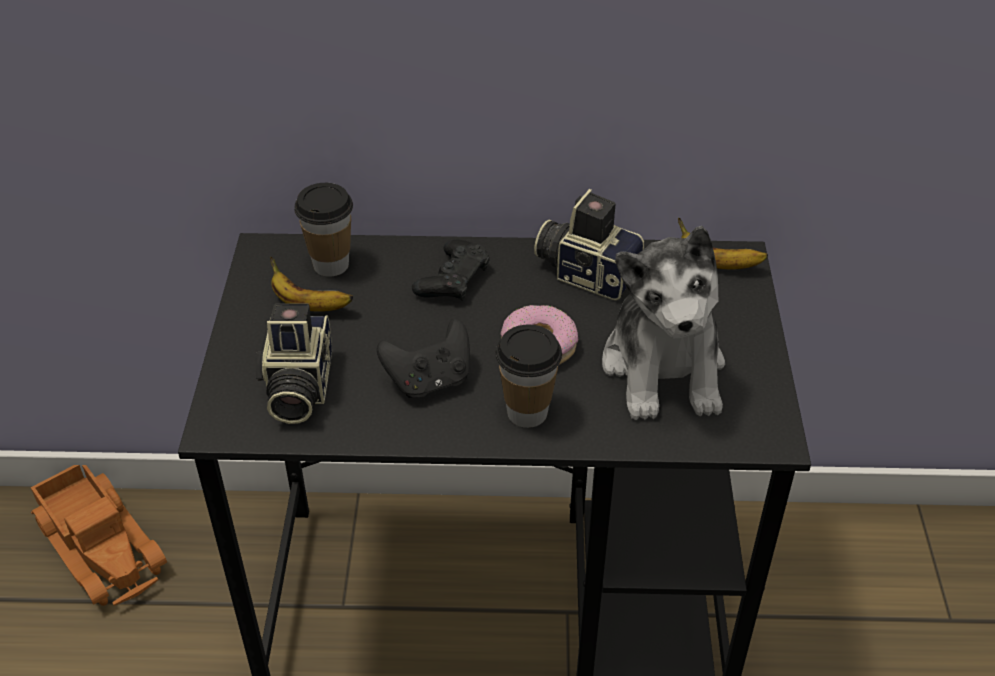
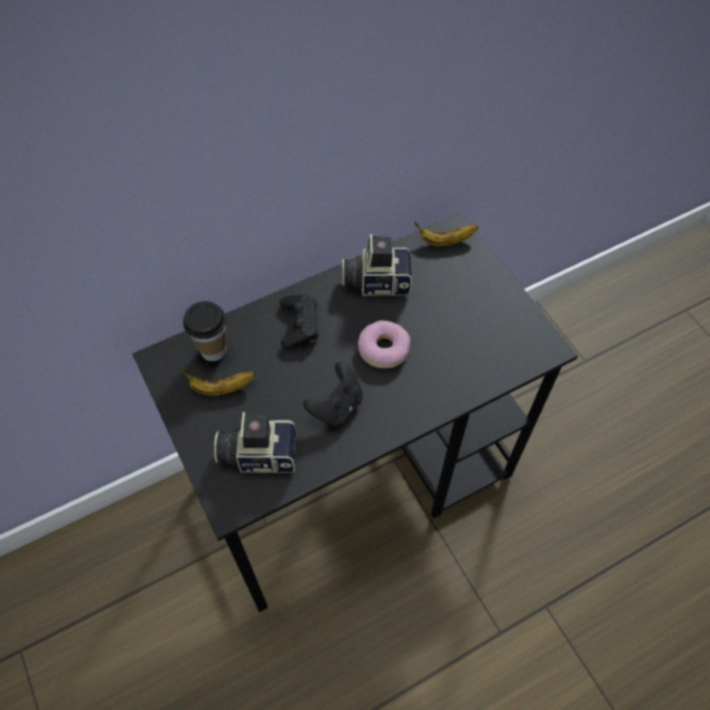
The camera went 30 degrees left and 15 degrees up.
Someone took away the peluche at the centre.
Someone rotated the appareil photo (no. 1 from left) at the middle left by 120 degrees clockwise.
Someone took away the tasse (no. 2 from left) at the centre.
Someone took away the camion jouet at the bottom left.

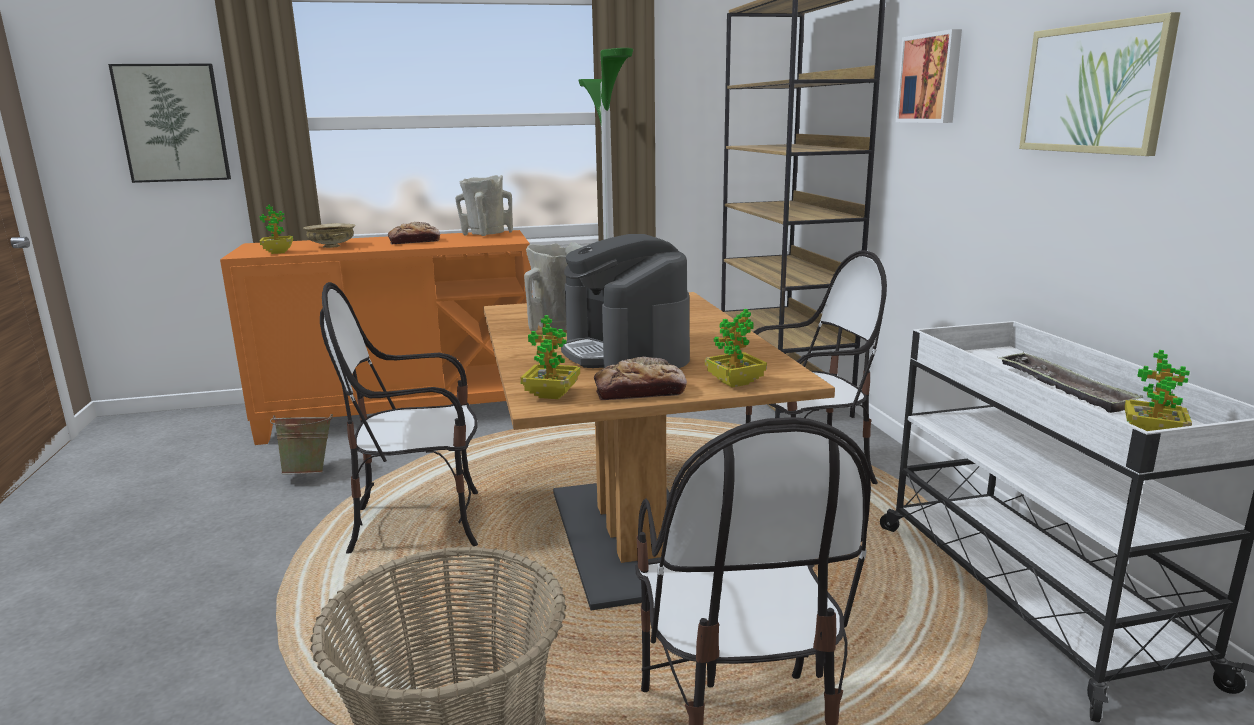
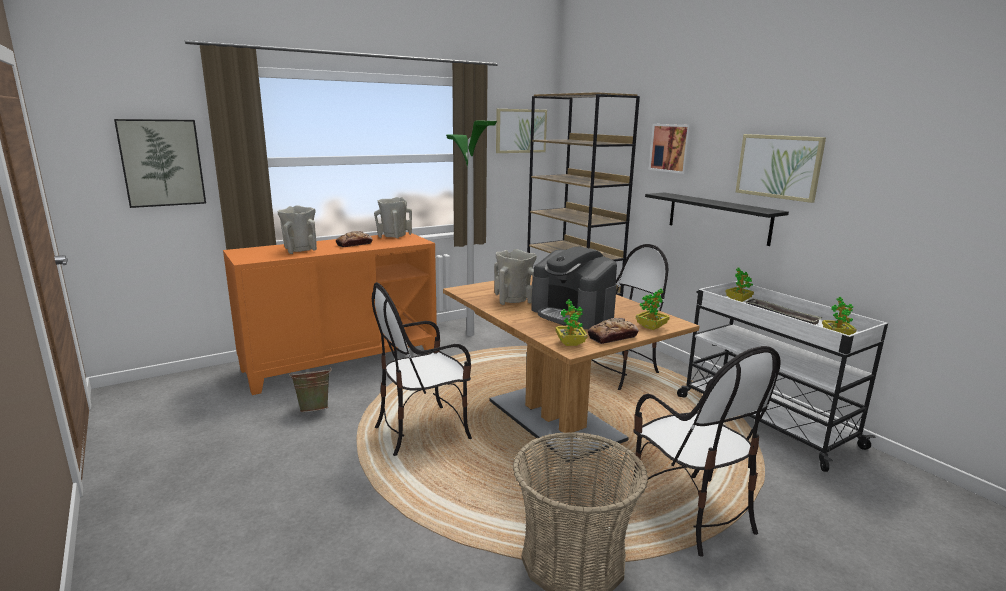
The camera went 20 degrees left and 0 degrees up.
Someone carried the plante en pot (no. 1 from left in the first image) from the top left to the middle right.
Someone swapped the bol (beige) at the top left for the vase (beige) (no. 1 from left) at the middle left.
Someone put up the tableau (no. 2 from left) at the top centre.
Someone put up the étagère (noir) at the middle right.

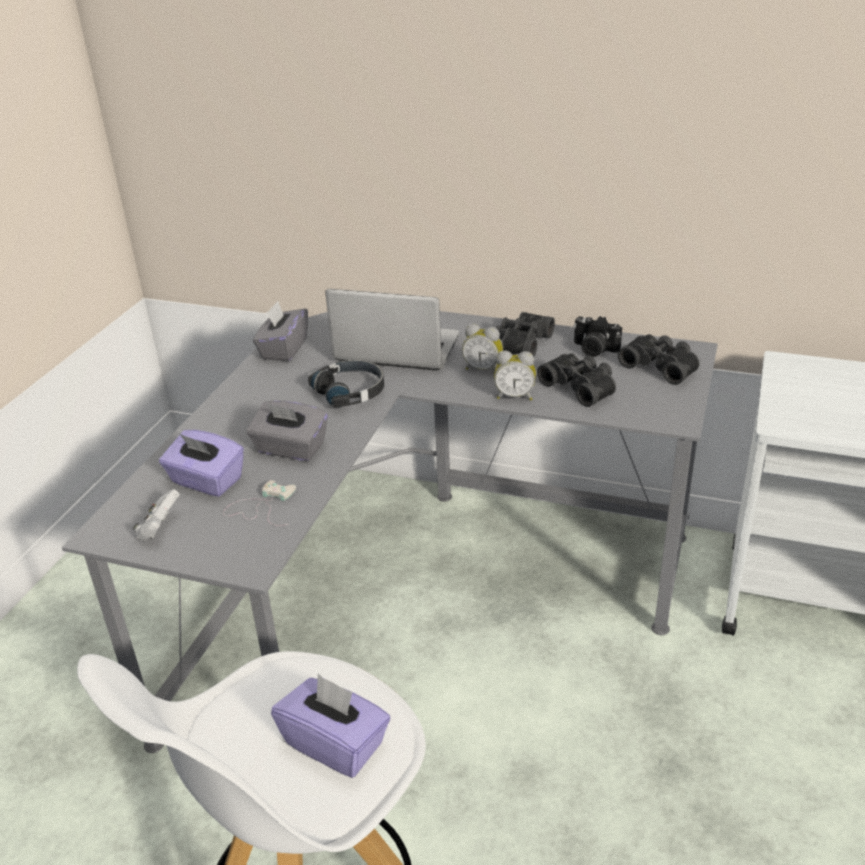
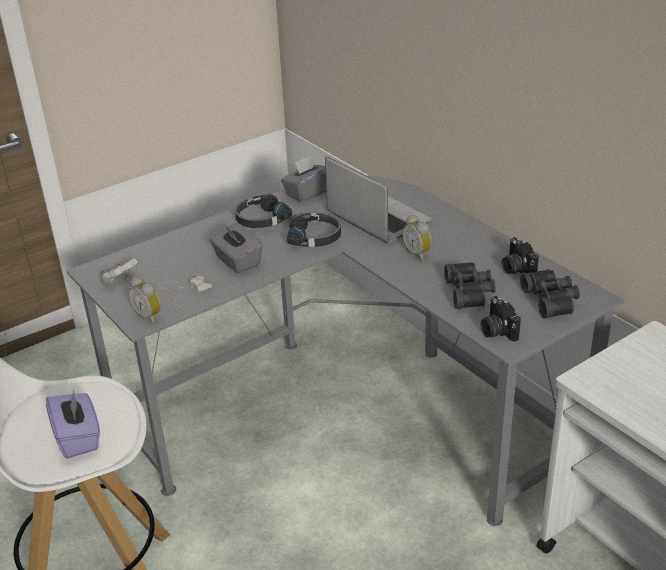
The camera went 35 degrees right and 0 degrees up.
Someone took away the jumelles (noir) (no. 1 from left) at the centre.
Someone carried the réveil (no. 2 from left in the first image) from the centre to the middle left.
Someone took away the boîte à mouchoirs (violet) (no. 1 from left) at the middle left.
Someone put down the casque audio (noir) (no. 1 from left) at the centre.
Someone put down the appareil photo (no. 1 from left) at the middle right.

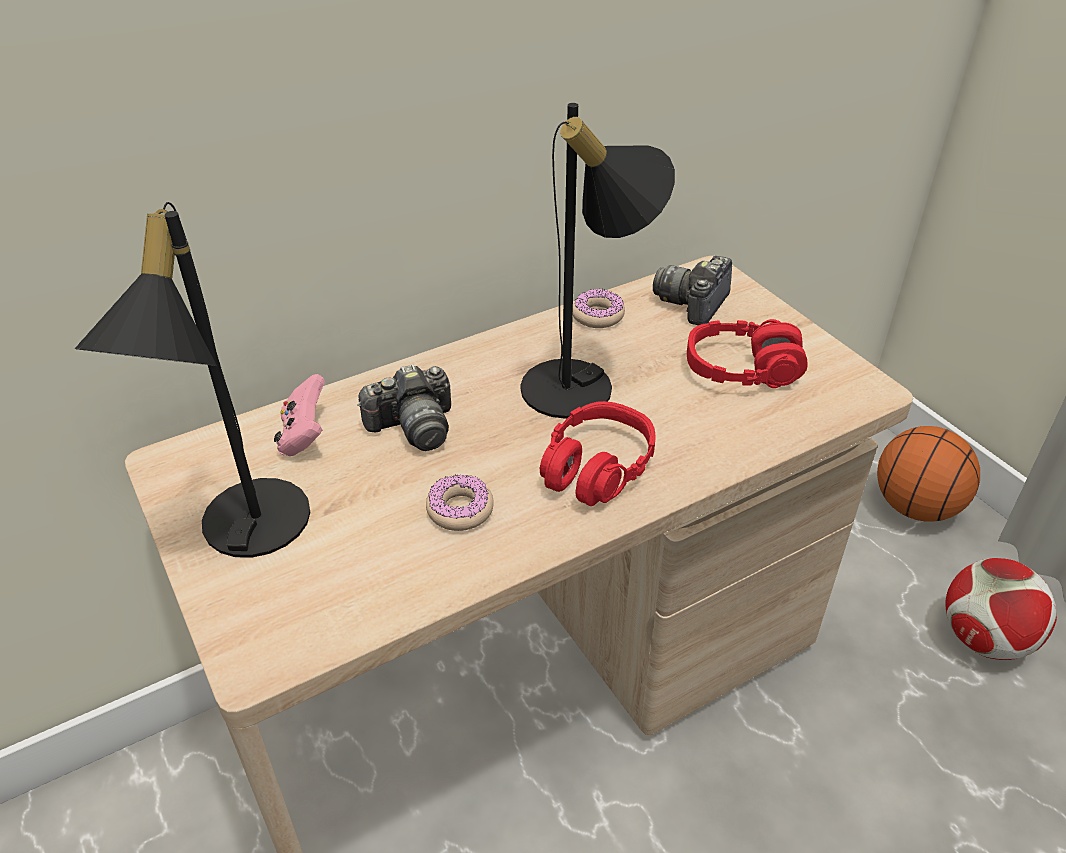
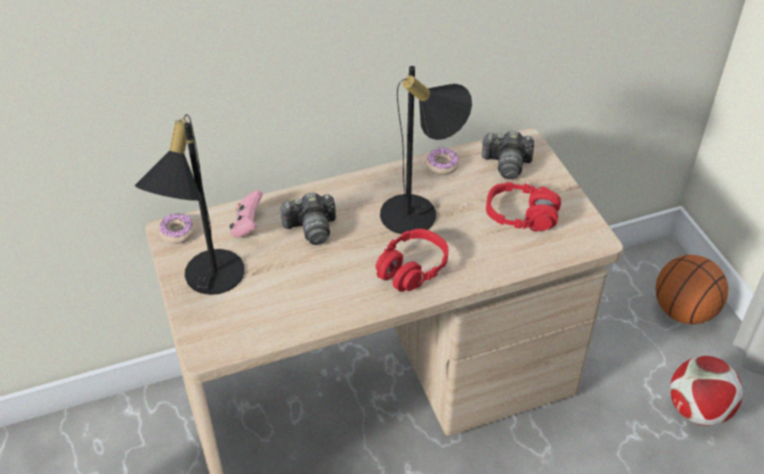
The camera went 10 degrees right and 5 degrees up.
Someone rotated the appareil photo (no. 2 from left) at the centre by 120 degrees counterclockwise.
Someone carried the beignet (no. 1 from left) from the centre to the middle left.

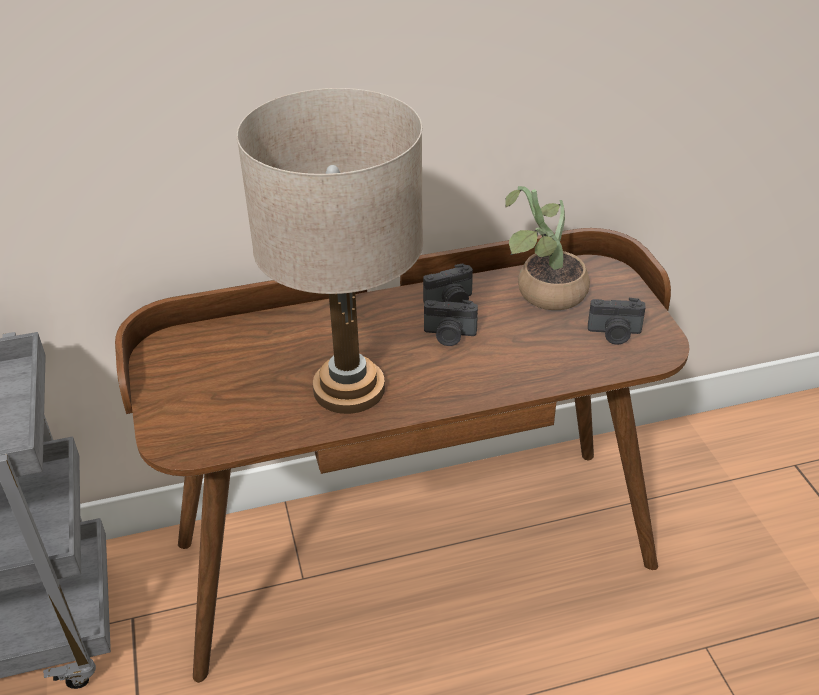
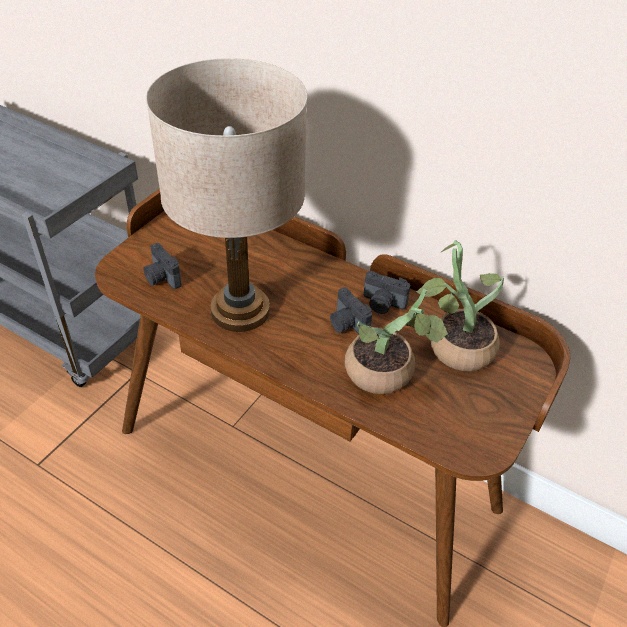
The camera went 45 degrees right and 5 degrees up.
Someone carried the appareil photo (no. 3 from left in the first image) from the middle right to the middle left.
Someone put down the plante en pot (no. 1 from left) at the centre.

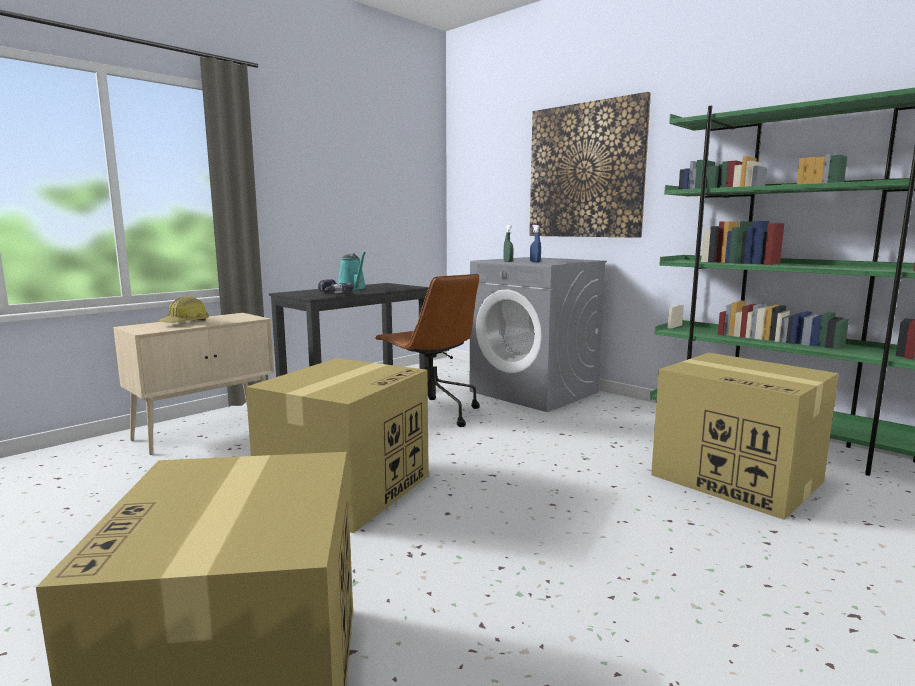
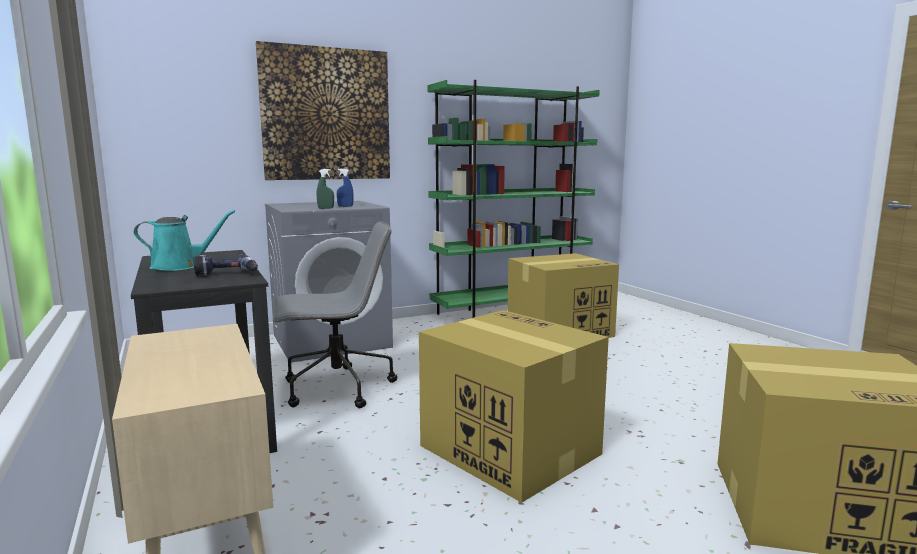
The camera went 70 degrees left and 0 degrees up.
Someone repainted the chaise de bureau (marron) at the centre, which became the chaise de bureau (gris) at the centre.
Someone took away the casque de chantier at the middle left.

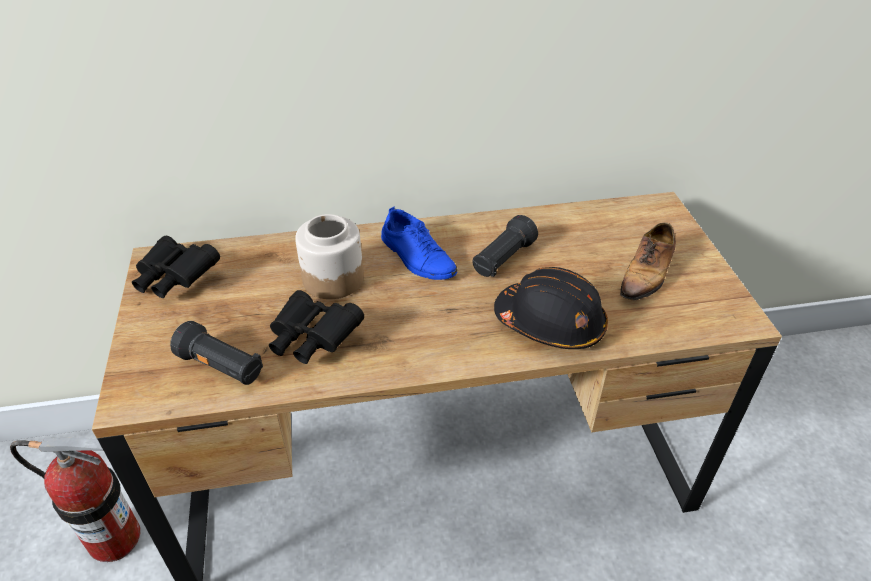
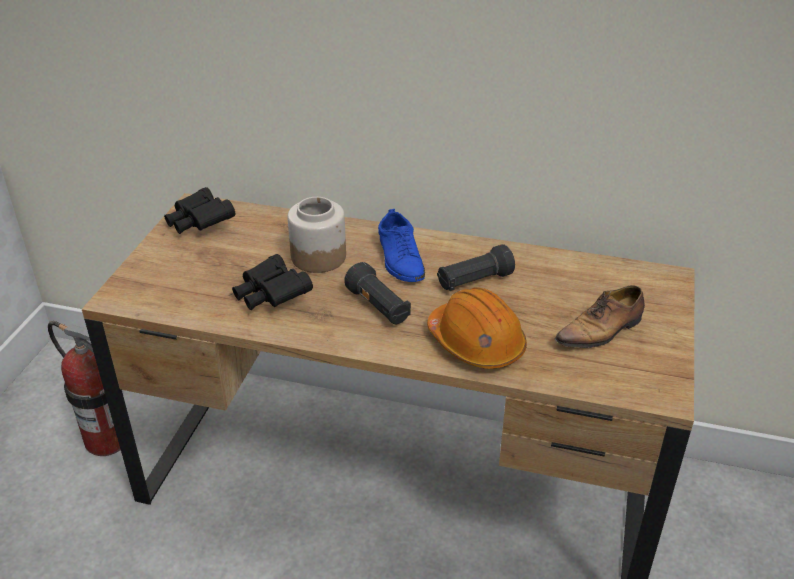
The camera went 25 degrees right and 5 degrees down.
Someone repainted the casque de chantier (noir) at the centre, which became the casque de chantier (orange) at the centre.
Someone carried the lampe de poche (noir) (no. 1 from left) from the middle left to the centre.

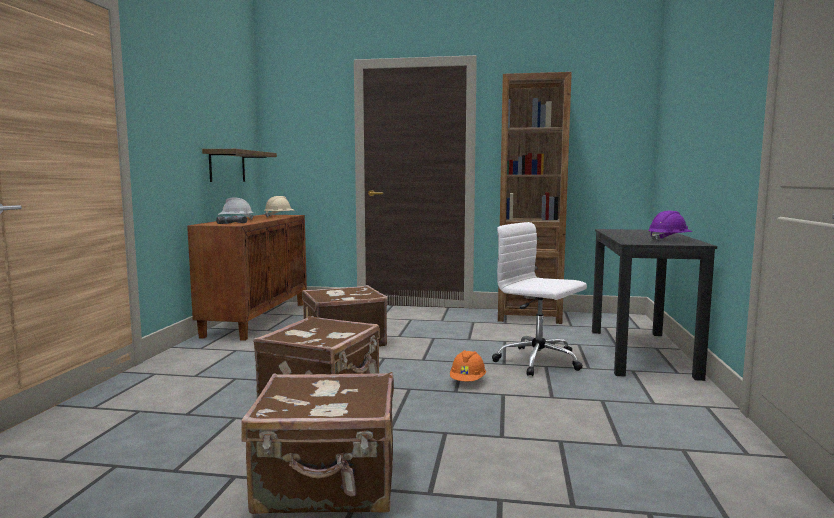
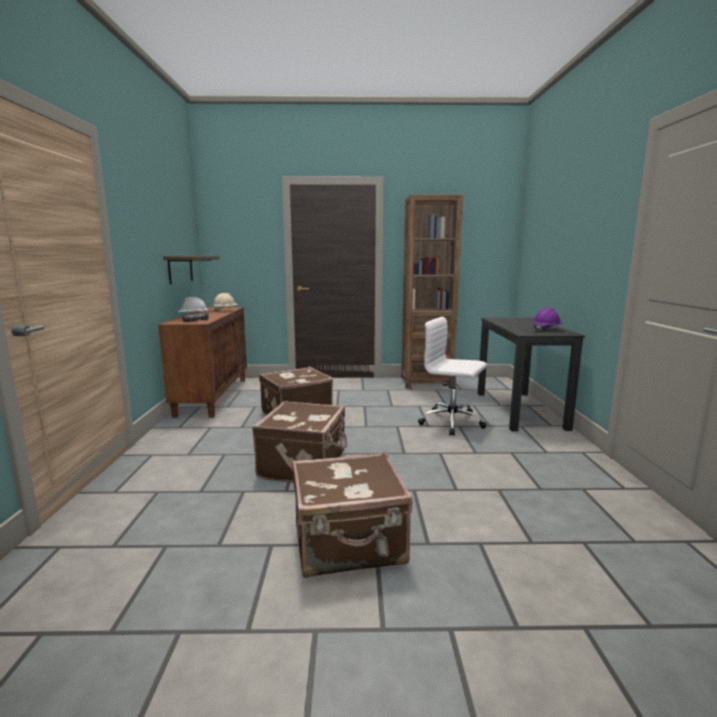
The camera went 10 degrees left and 5 degrees up.
Someone took away the casque de chantier (orange) at the bottom centre.

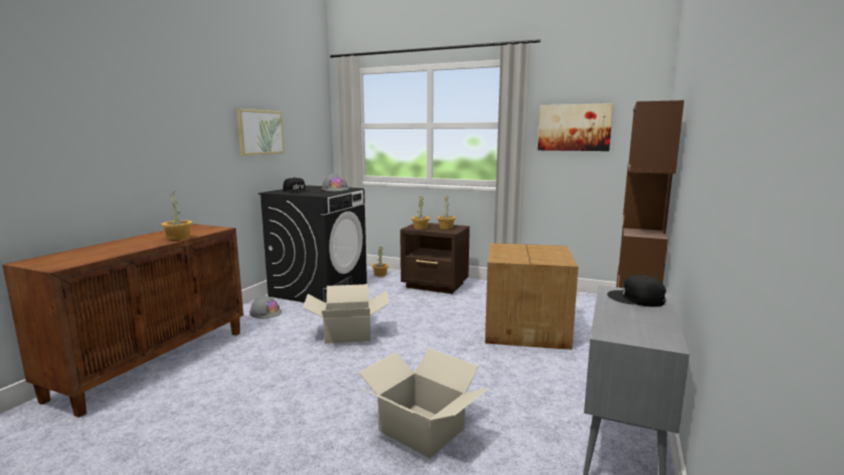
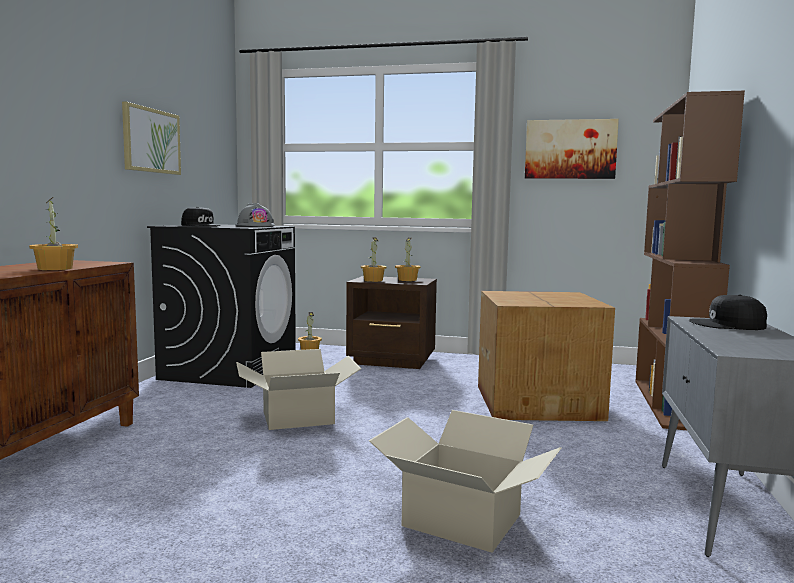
The camera went 10 degrees left and 5 degrees down.
Someone took away the casque de chantier (gris) (no. 1 from left) at the middle left.

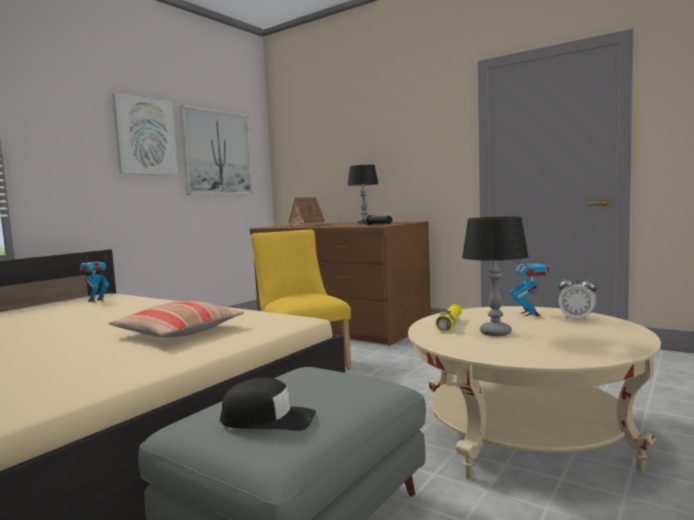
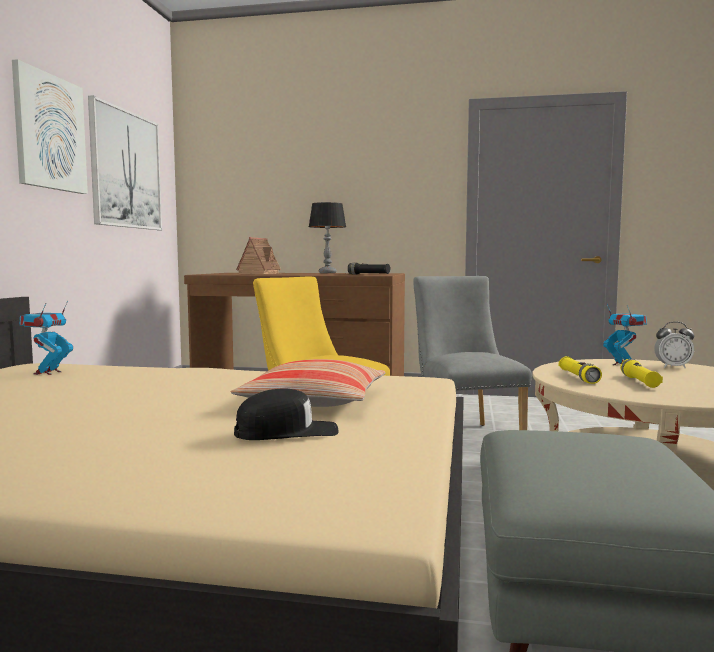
The camera went 25 degrees left and 0 degrees up.
Someone swapped the lampe de table (no. 2 from left) at the middle right for the lampe de poche (jaune) (no. 2 from left) at the middle right.
Someone carried the casquette (noir) from the bottom centre to the centre.
Someone put down the chaise (gris) at the centre.

